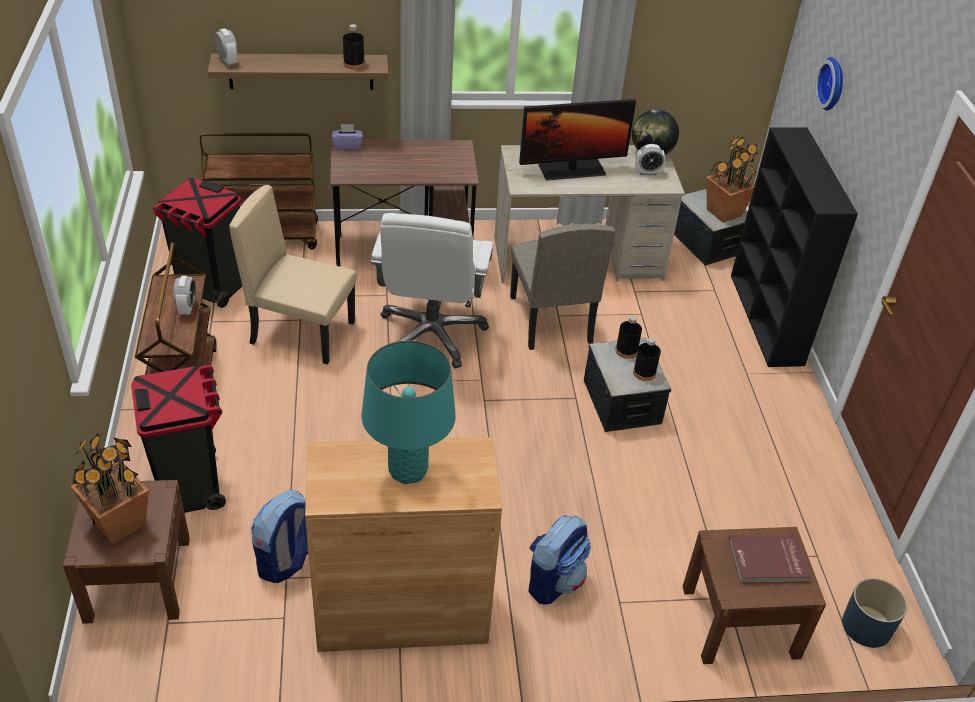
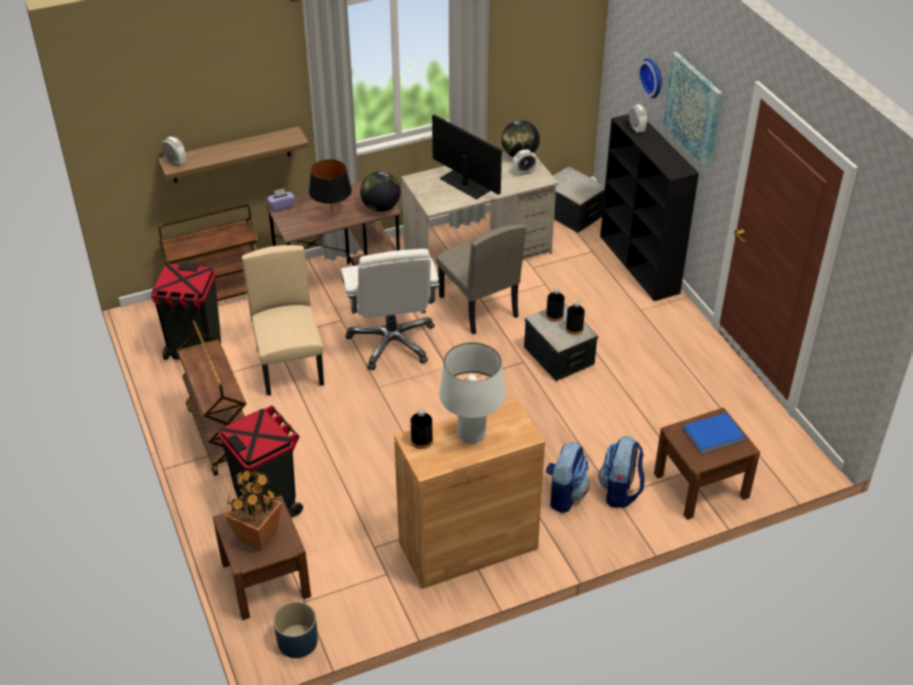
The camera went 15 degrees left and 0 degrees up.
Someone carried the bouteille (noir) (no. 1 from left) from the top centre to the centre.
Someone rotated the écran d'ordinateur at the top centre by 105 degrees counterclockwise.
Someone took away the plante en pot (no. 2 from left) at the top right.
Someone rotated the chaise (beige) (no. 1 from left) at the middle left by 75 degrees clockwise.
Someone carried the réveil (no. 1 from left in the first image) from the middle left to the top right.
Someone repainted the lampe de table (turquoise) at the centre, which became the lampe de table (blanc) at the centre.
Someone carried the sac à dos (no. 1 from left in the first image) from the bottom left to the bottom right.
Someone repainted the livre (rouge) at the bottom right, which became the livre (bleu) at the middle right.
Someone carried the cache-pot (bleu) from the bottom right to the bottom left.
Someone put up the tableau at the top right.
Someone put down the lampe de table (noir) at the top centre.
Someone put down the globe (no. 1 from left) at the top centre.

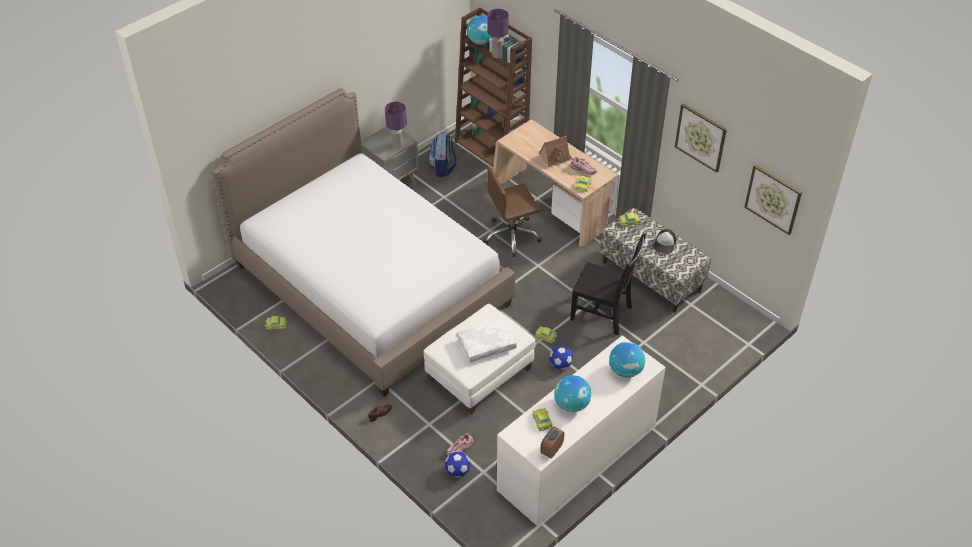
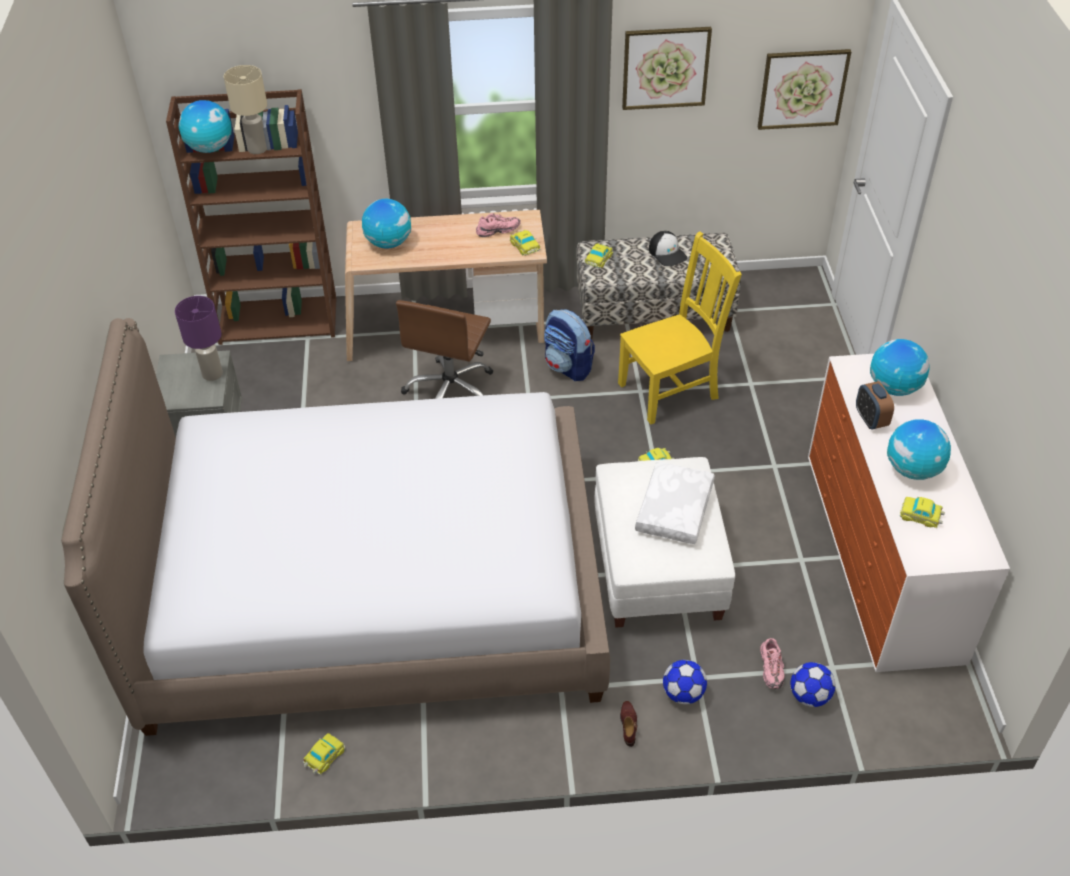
The camera went 50 degrees left and 0 degrees up.
Someone repainted the lampe de table (violet) (no. 2 from left) at the top centre, which became the lampe de table (beige) at the top left.
Someone carried the sac à dos from the top centre to the centre.
Someone took away the maison miniature at the top centre.
Someone repainted the chaise (noir) at the centre, which became the chaise (jaune) at the centre.
Someone carried the ballon de foot (no. 2 from left in the first image) from the centre to the bottom centre.
Someone carried the réveil from the bottom centre to the middle right.
Someone put down the globe (no. 2 from left) at the top centre.

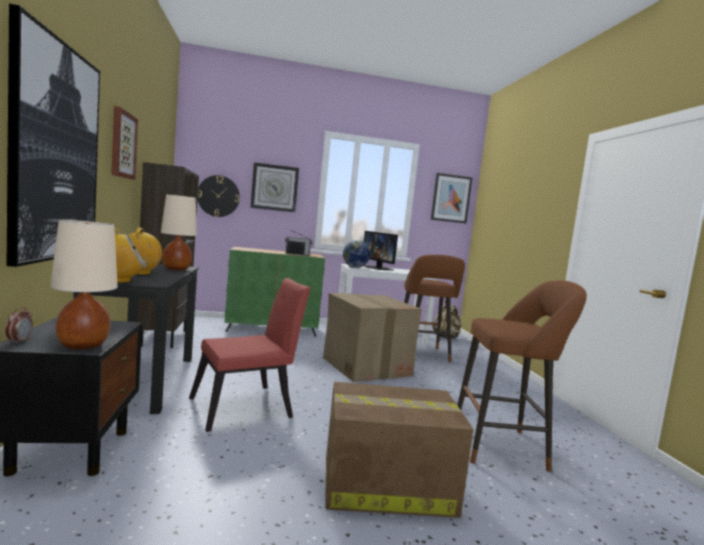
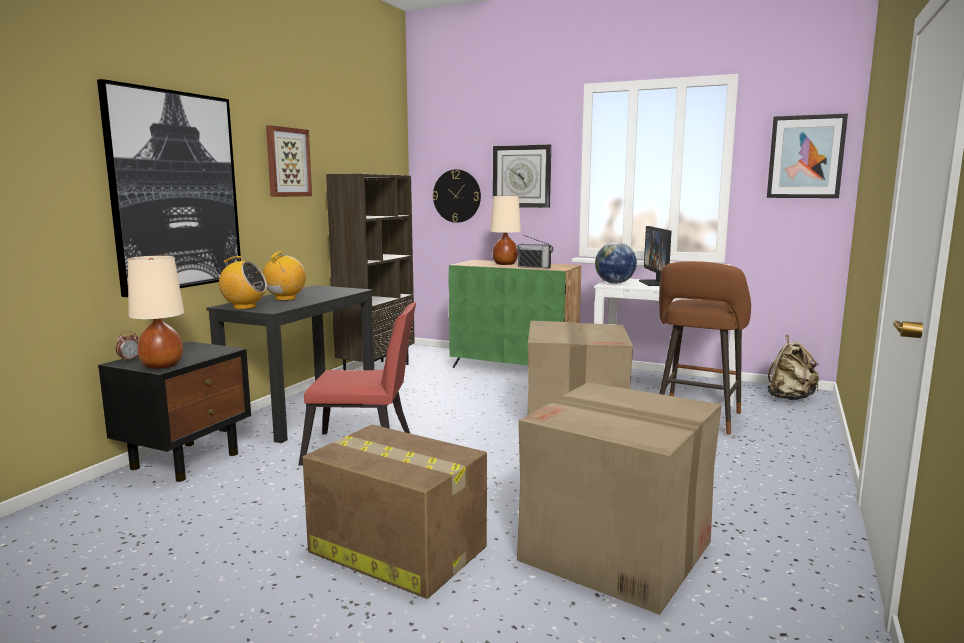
The camera went 35 degrees right and 5 degrees up.
Someone carried the lampe de table (beige) (no. 2 from left) from the middle left to the centre.
Someone swapped the tabouret (marron) (no. 2 from left) at the bottom right for the carton (no. 3 from left) at the bottom centre.

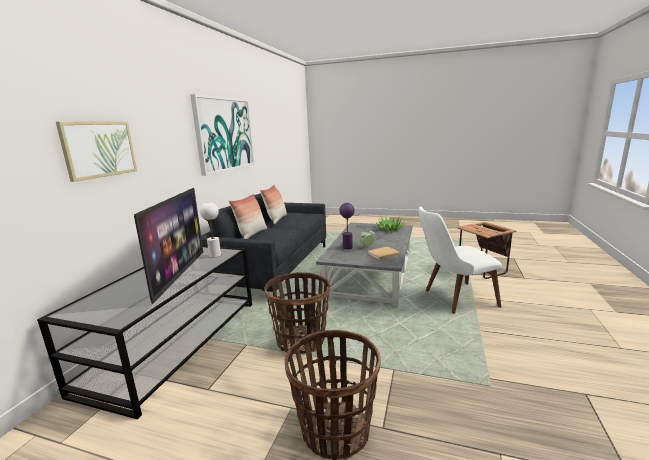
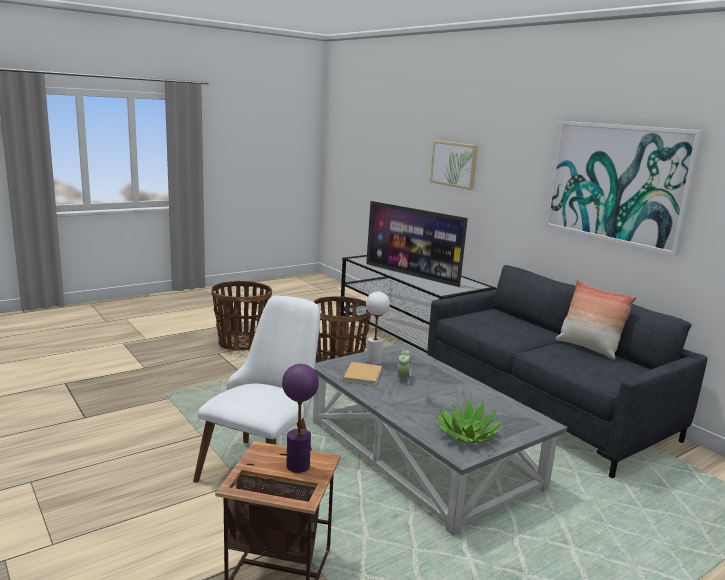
The camera went 125 degrees right and 0 degrees up.
Someone took away the coussin (no. 1 from left) at the centre.
Someone carried the lampe de table (blanc) from the middle left to the centre.
Someone carried the lampe de table (violet) from the centre to the bottom centre.

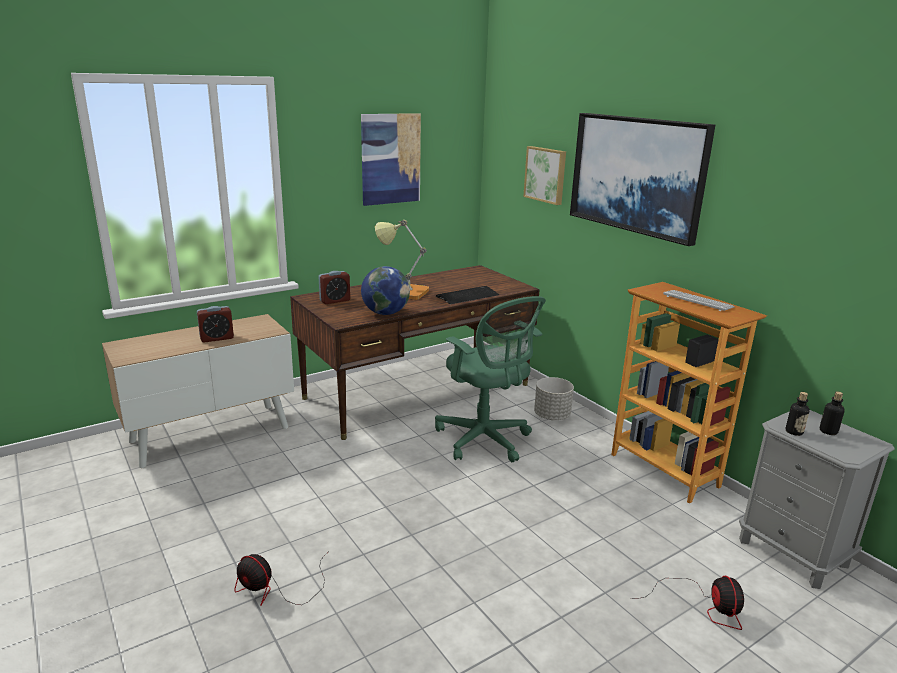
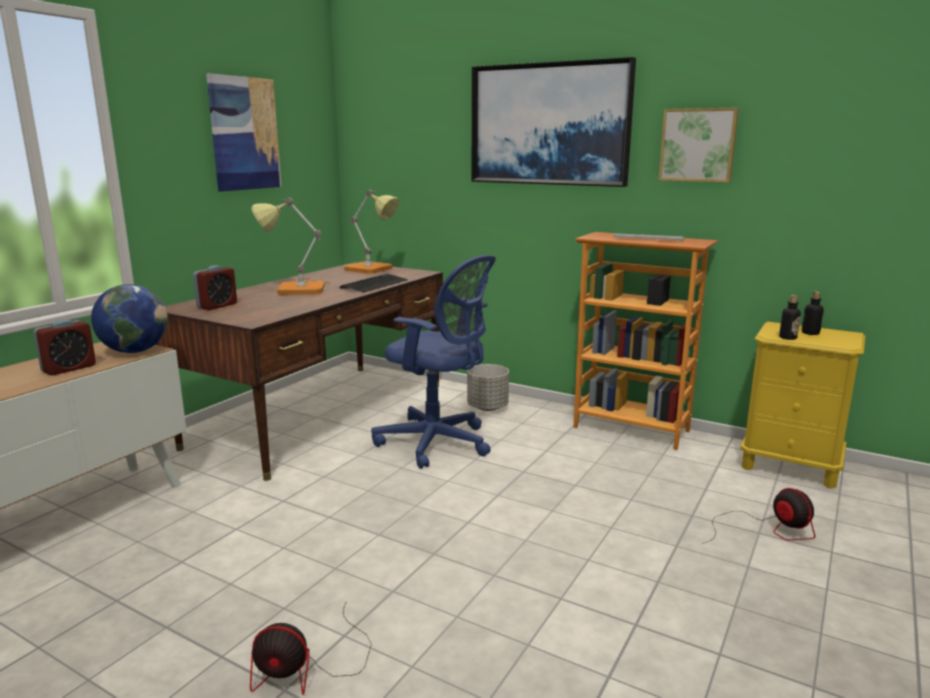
The camera went 25 degrees left and 5 degrees down.
Someone carried the tableau (no. 2 from left in the first image) from the top centre to the top right.
Someone carried the globe from the centre to the middle left.
Someone repainted the chaise de bureau (vert) at the centre, which became the chaise de bureau (bleu) at the centre.
Someone repainted the table de chevet (gris) at the bottom right, which became the table de chevet (jaune) at the middle right.
Someone put down the lampe de table (no. 2 from left) at the top centre.

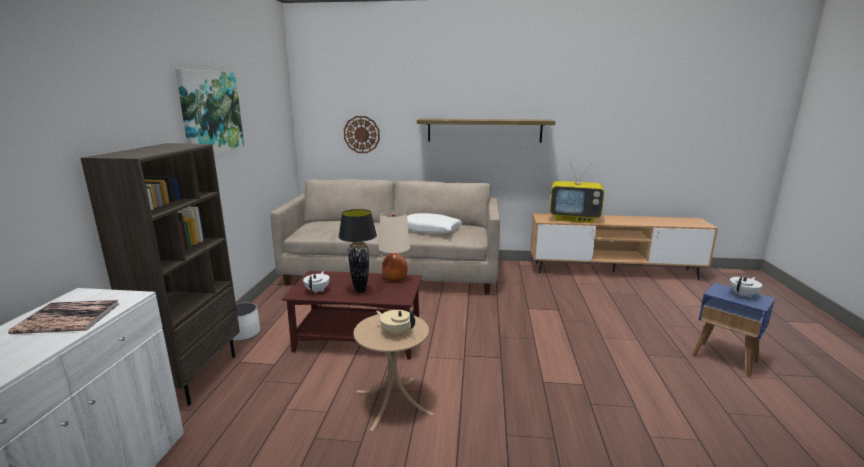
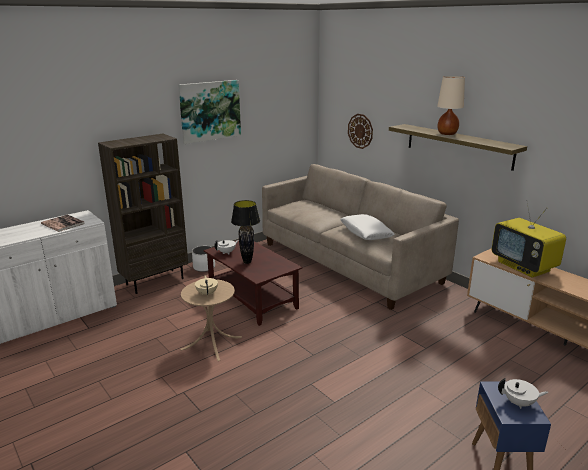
The camera went 45 degrees right and 5 degrees up.
Someone carried the lampe de table (beige) from the centre to the top right.

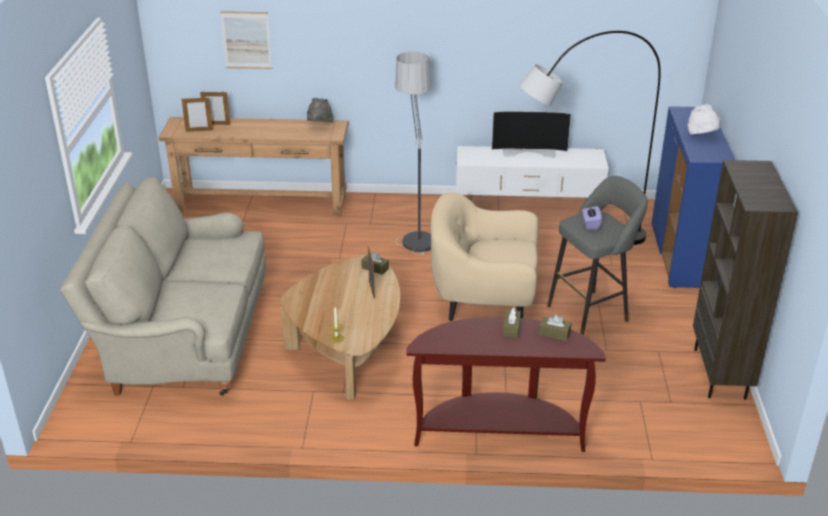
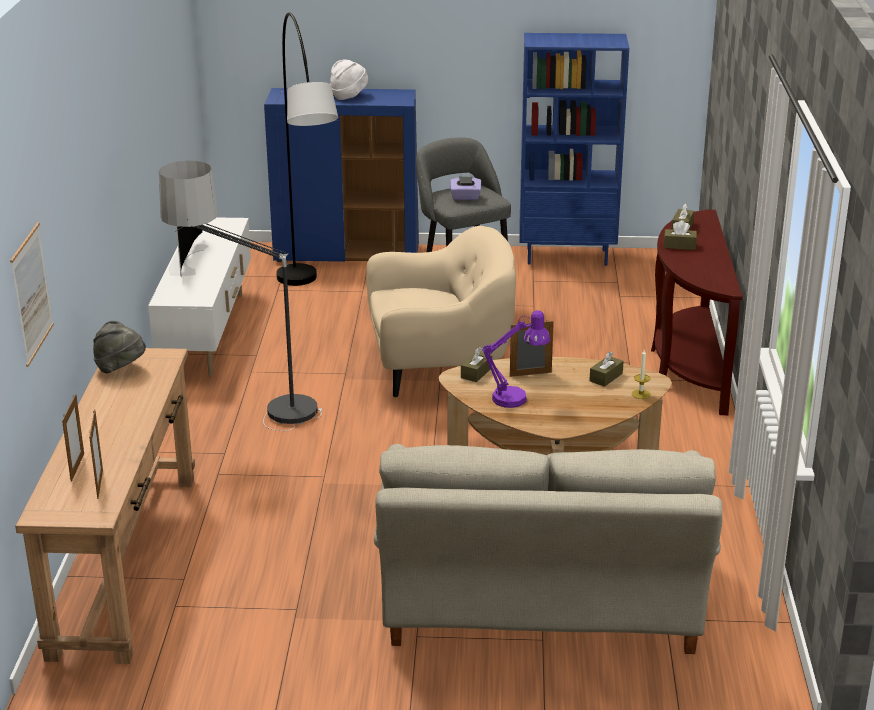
The camera went 90 degrees left and 5 degrees down.
Someone repainted the bibliothèque (marron) at the middle right, which became the bibliothèque (bleu) at the top centre.
Someone rotated the fauteuil (beige) at the centre by 105 degrees counterclockwise.
Someone put down the lampe de table (violet) at the centre.
Someone put down the boîte à mouchoirs (marron) (no. 2 from left) at the middle right.

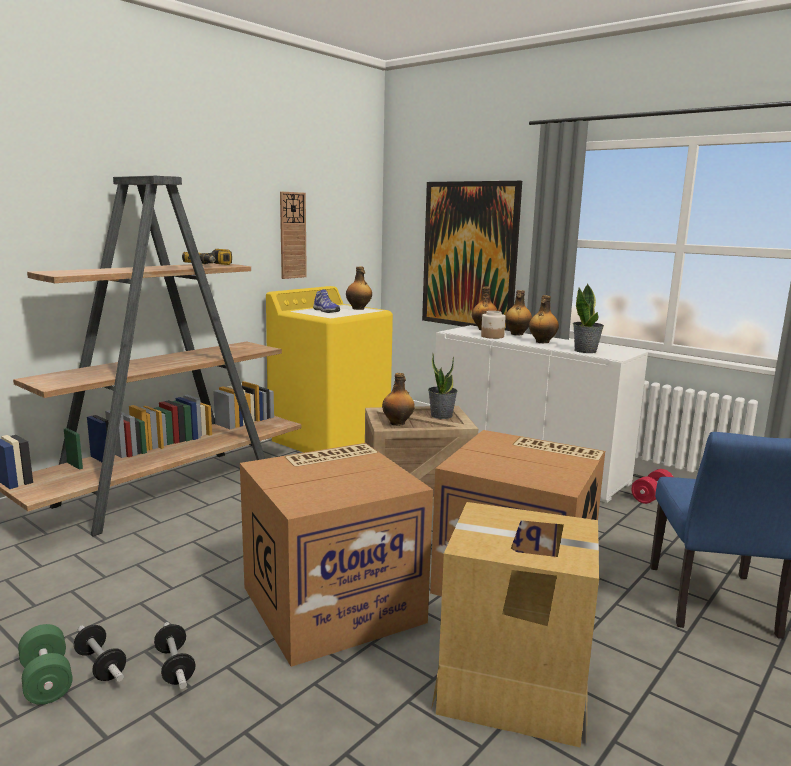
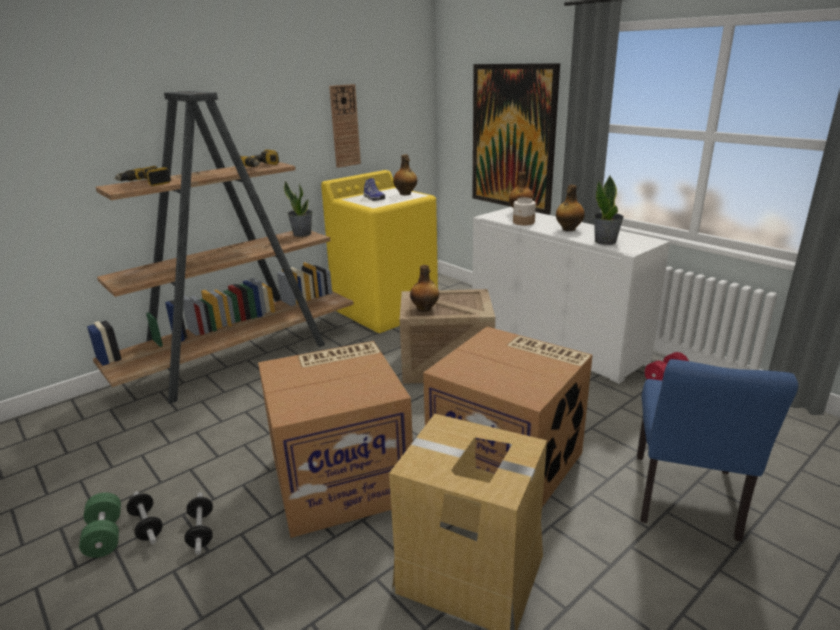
The camera went 10 degrees right and 10 degrees up.
Someone took away the bouteille (no. 4 from left) at the centre.
Someone carried the plante en pot (no. 1 from left) from the centre to the top centre.
Someone put down the perceuse (no. 1 from left) at the top left.

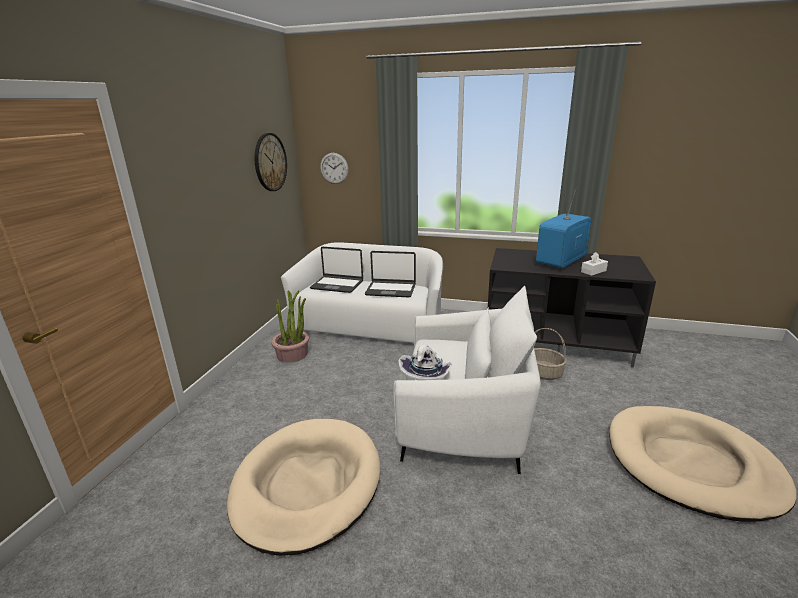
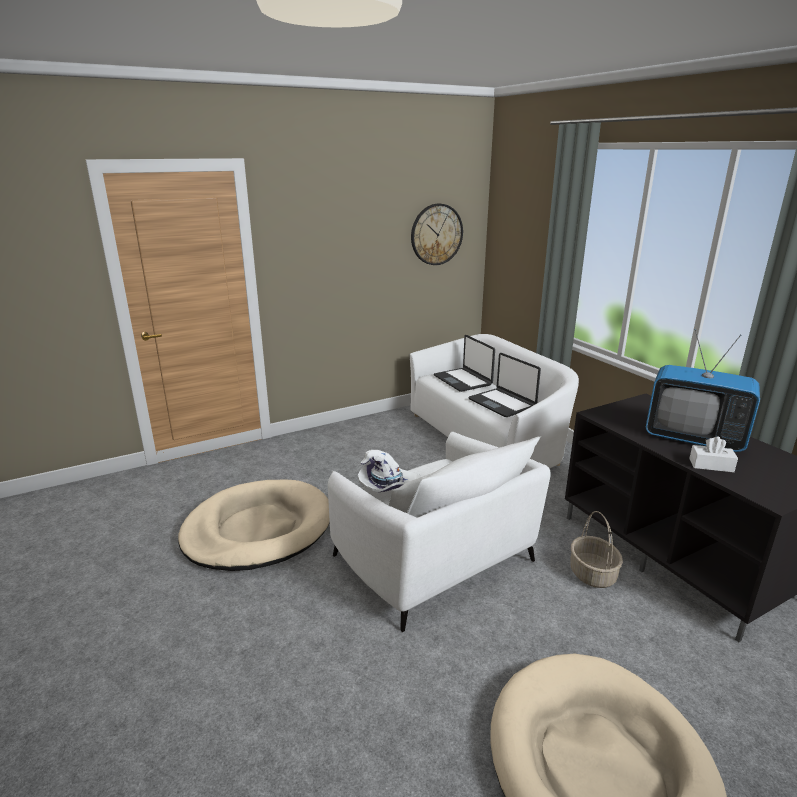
The camera went 45 degrees right and 0 degrees up.
Someone took away the horloge murale (no. 2 from left) at the top centre.
Someone rotated the téléviseur at the middle right by 150 degrees counterclockwise.
Someone took away the plante en pot at the centre.

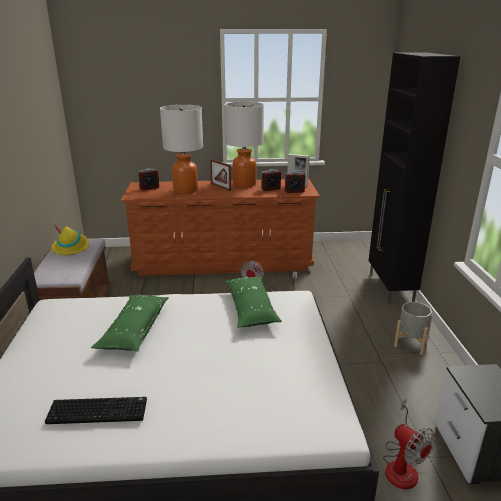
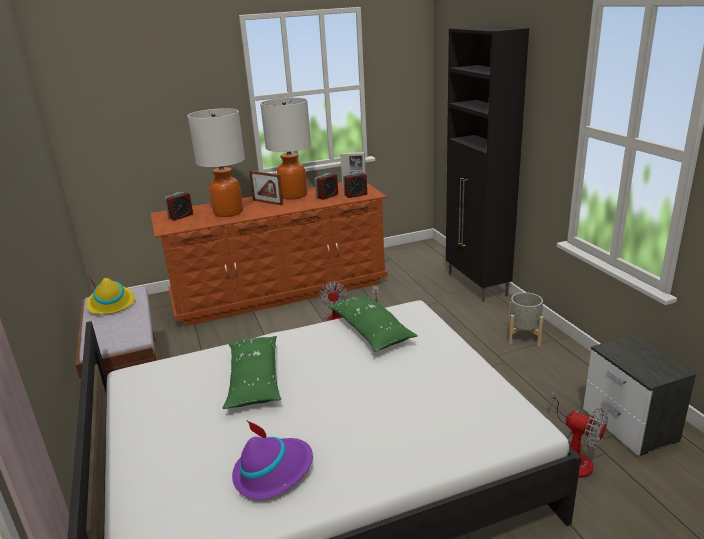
The camera went 15 degrees left and 0 degrees up.
Someone swapped the clavier at the bottom left for the chapeau (violet) at the bottom centre.

